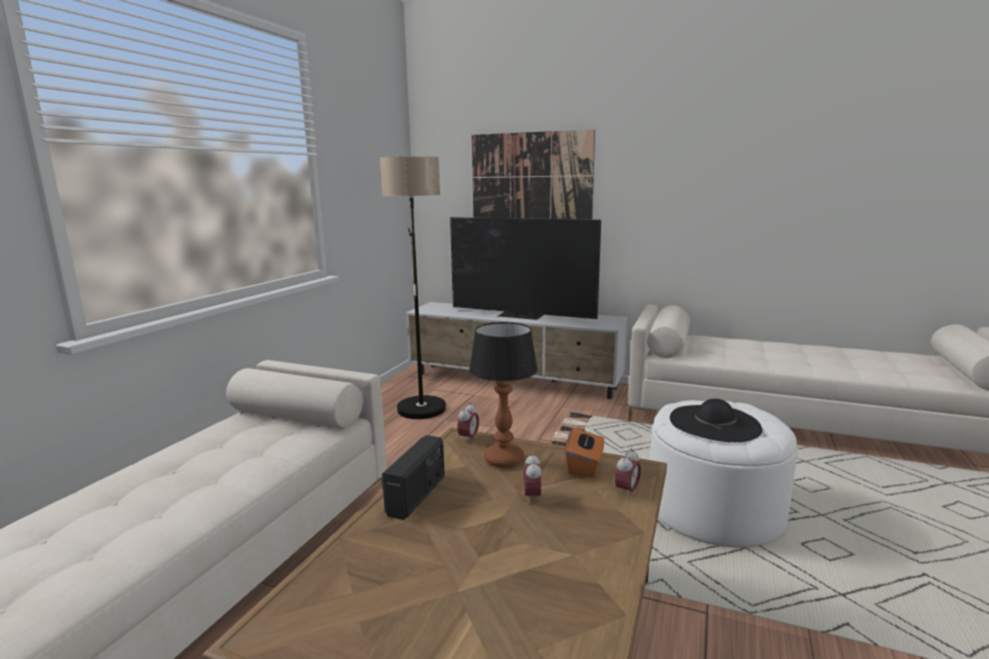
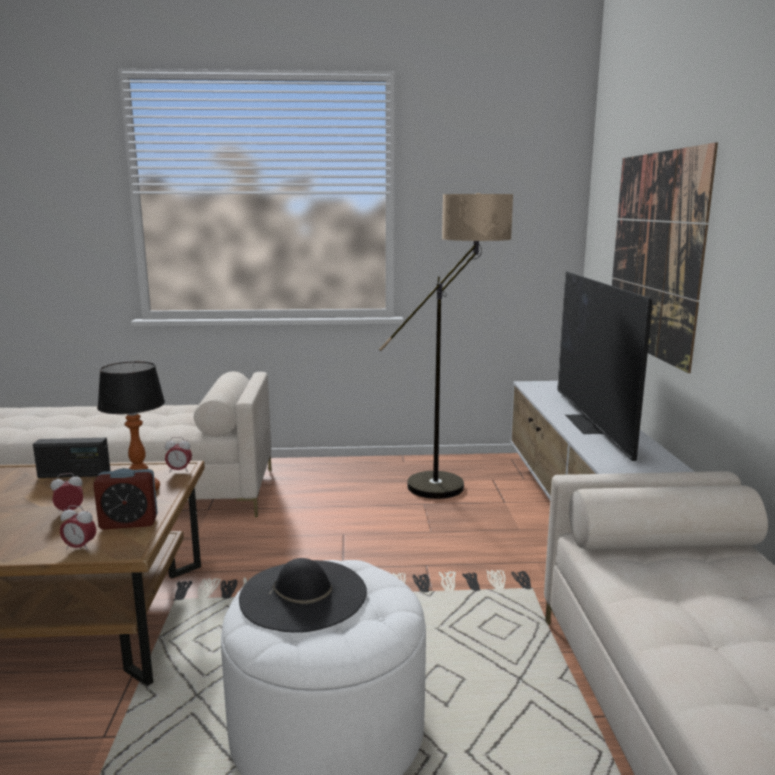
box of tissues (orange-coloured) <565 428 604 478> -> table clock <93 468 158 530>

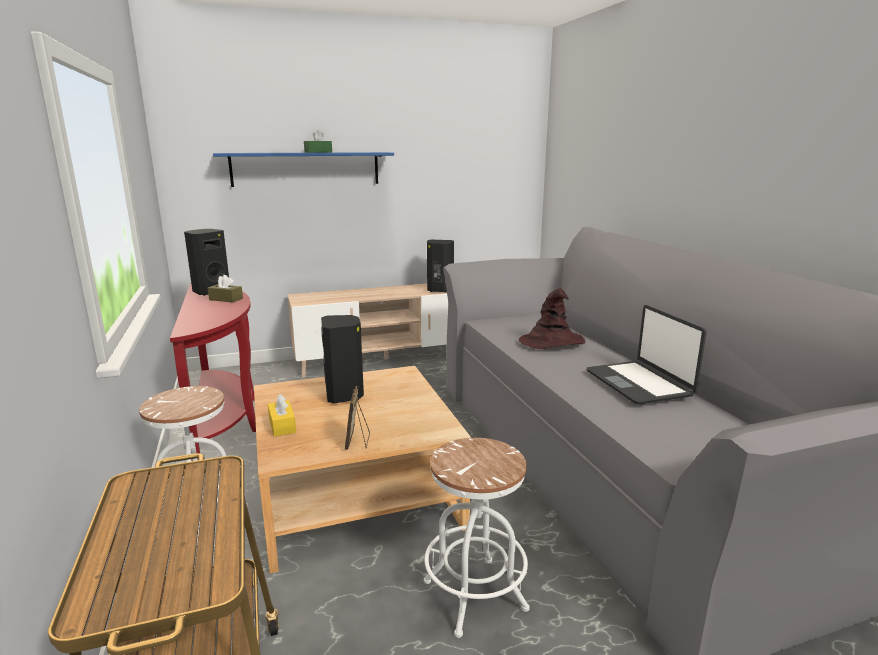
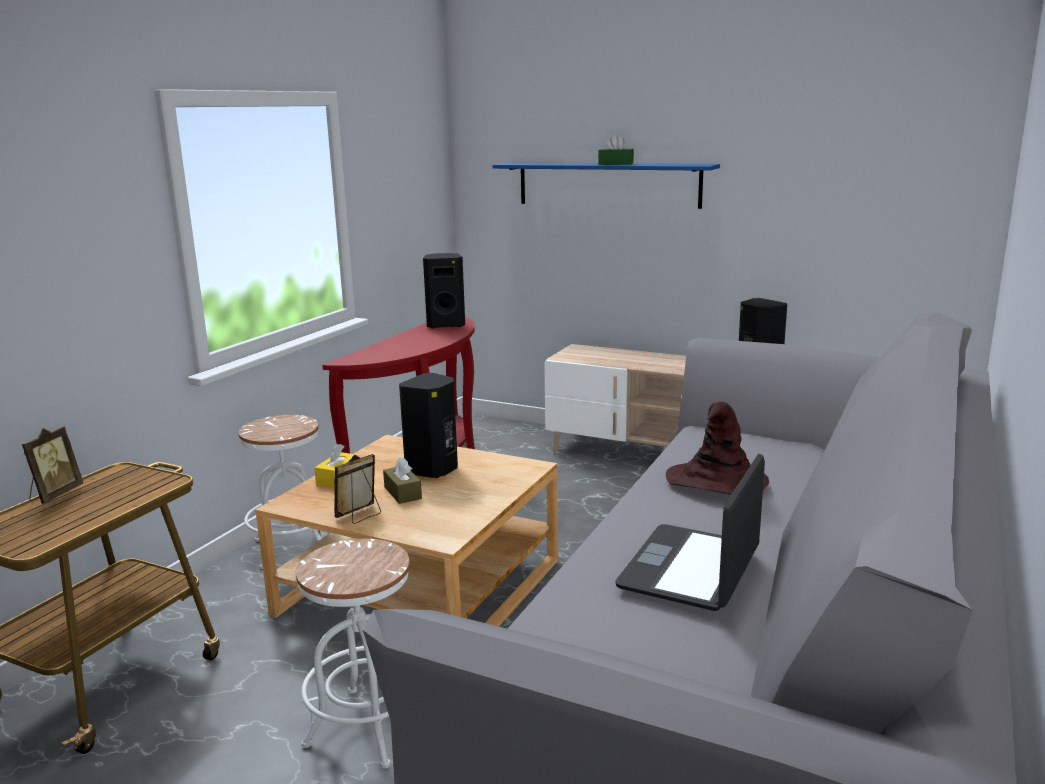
none -> photo frame <22 426 83 504>
box of tissues (brownish) <208 275 243 303> -> box of tissues (brownish) <383 457 422 504>, relocated

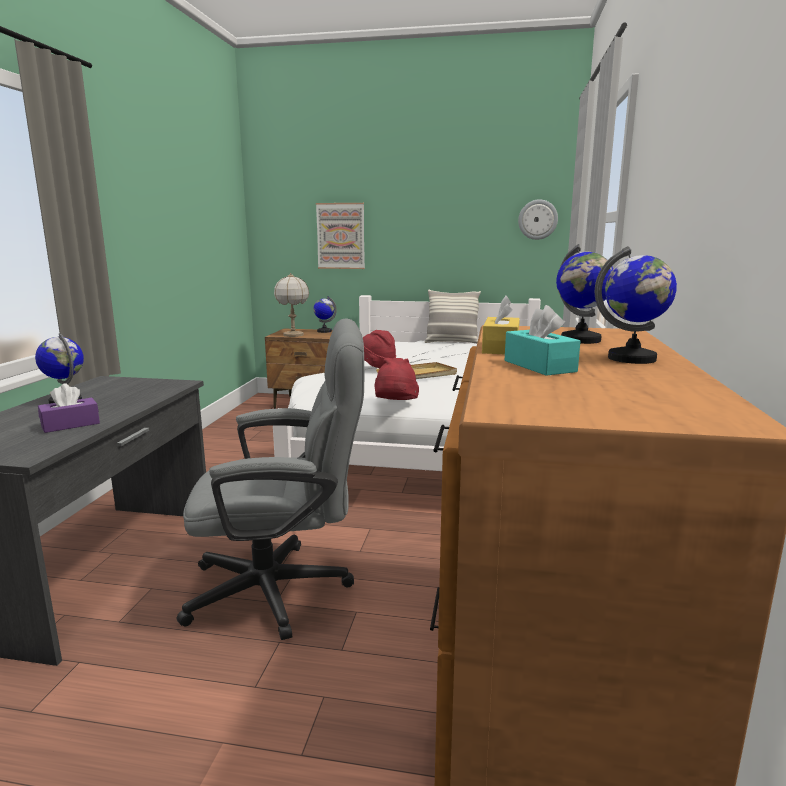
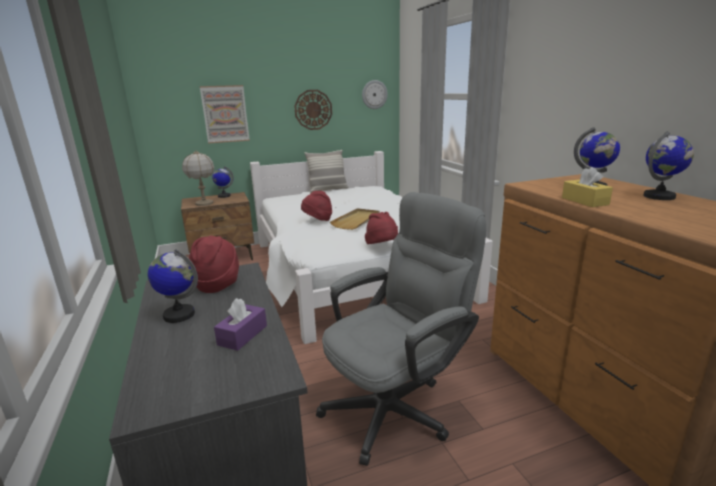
box of tissues (turquoise-coloured) <505 305 580 376> -> none
none -> hat (reddish) <189 236 239 293>
none -> clock on the wall <294 90 332 130>

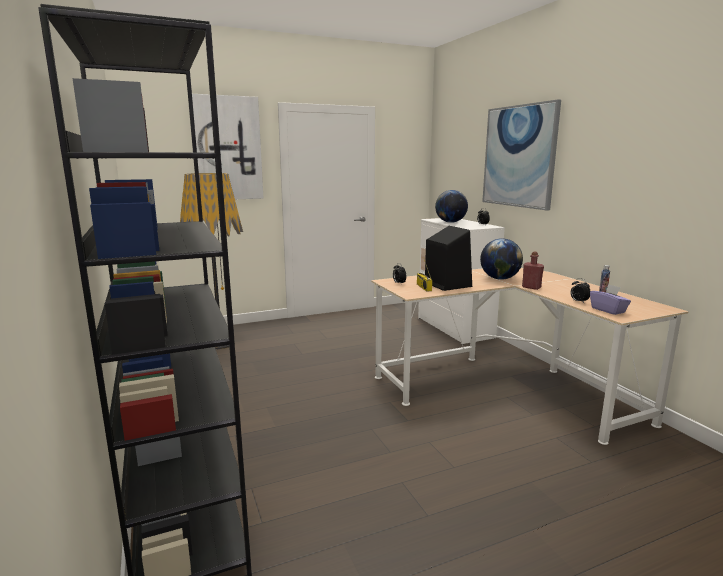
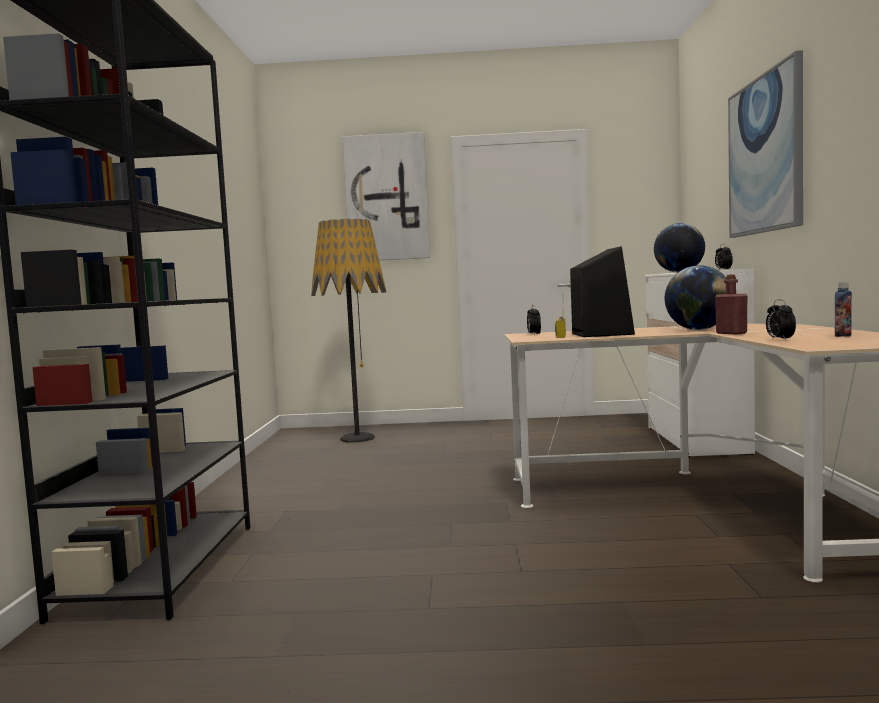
box of tissues (purplish) <590 284 631 315> -> none

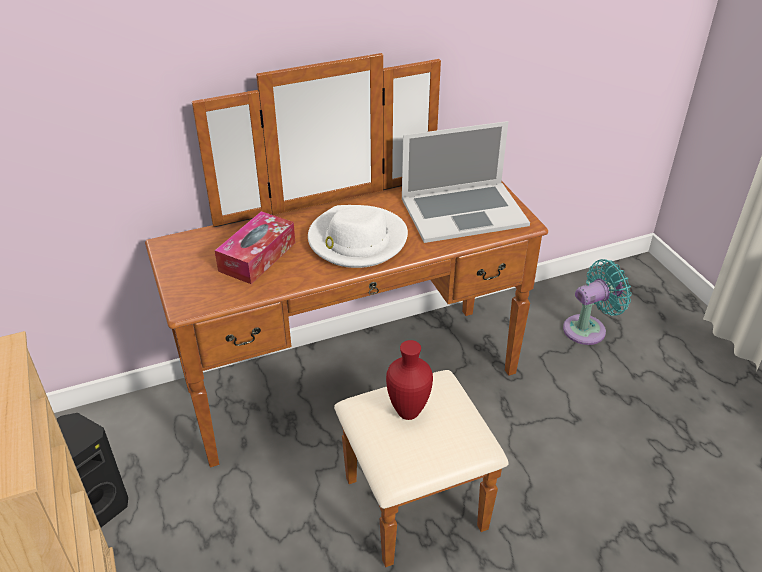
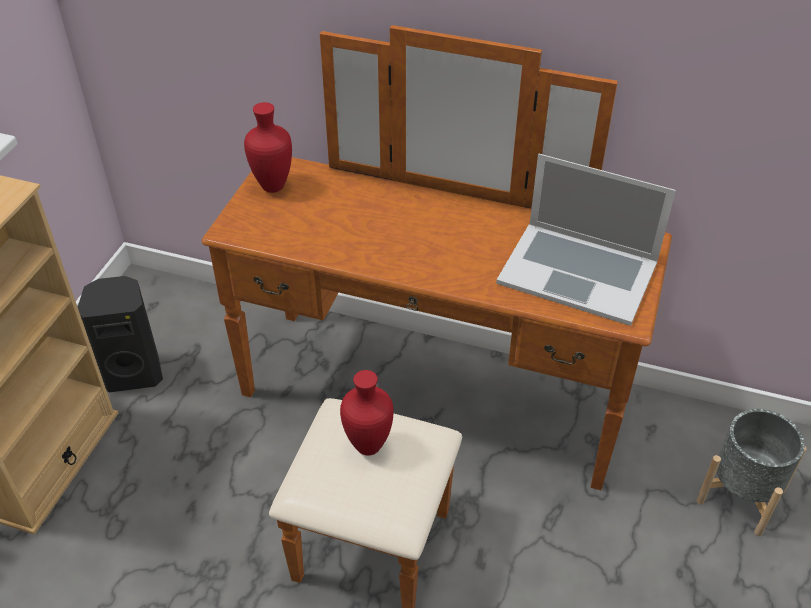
box of tissues <215 211 295 284> -> none
hat (white) <308 205 408 268> -> none
none -> flower vase (reddish) <244 102 292 193>
electric fan (turquoise-coloured) <563 259 632 345> -> planter (gray) <697 409 806 536>

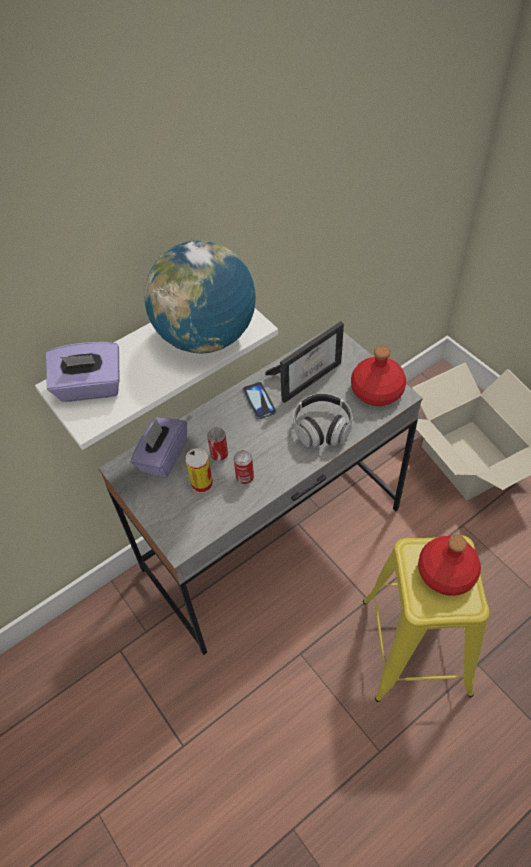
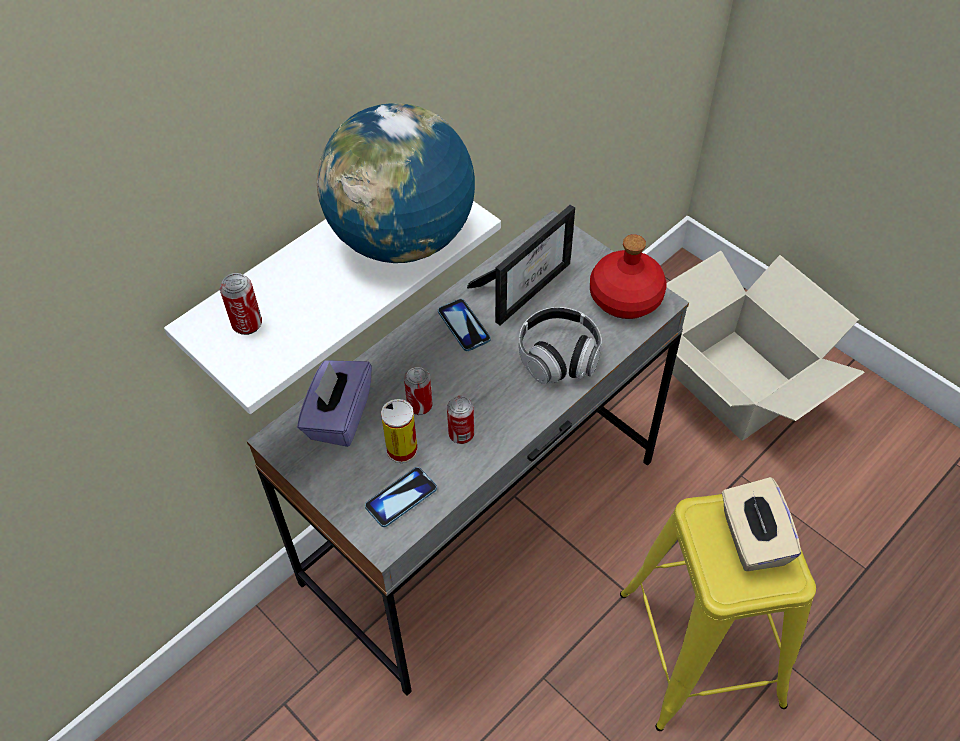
none -> telephone <365 467 437 527>
box of tissues (purplish) <46 342 120 402> -> sealed can <220 273 262 335>
bottle (reddish) <418 535 481 596> -> box of tissues (beige) <722 477 801 571>

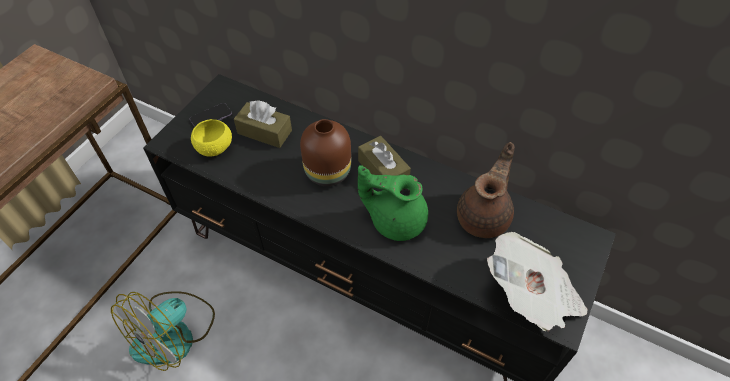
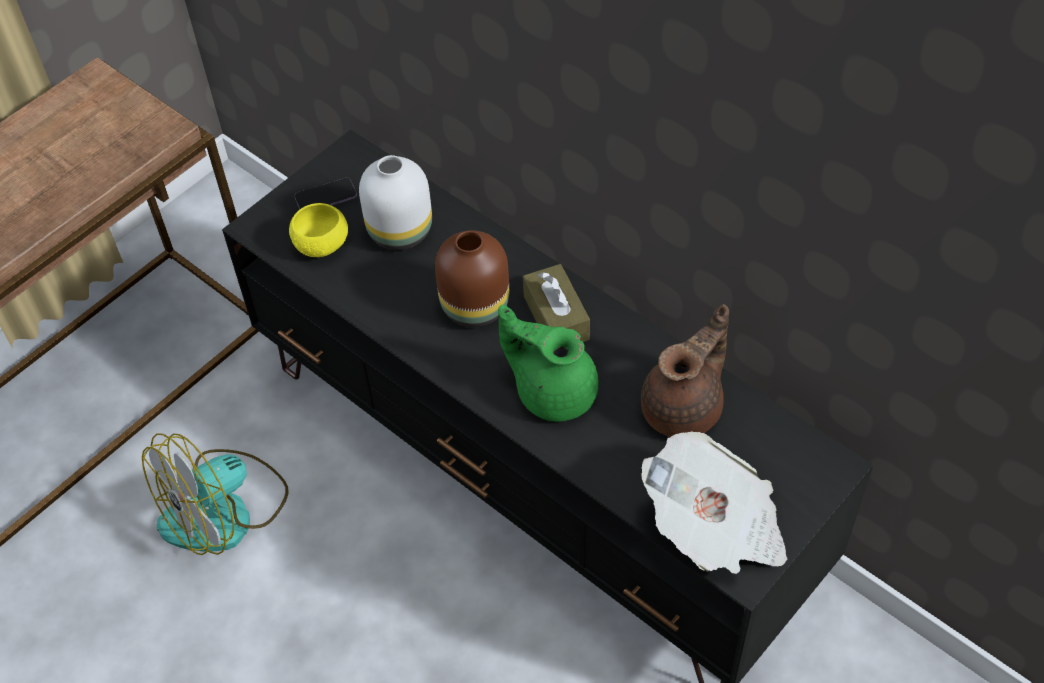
box of tissues (brownish) <234 100 292 148> -> flower vase (white) <359 155 432 250>

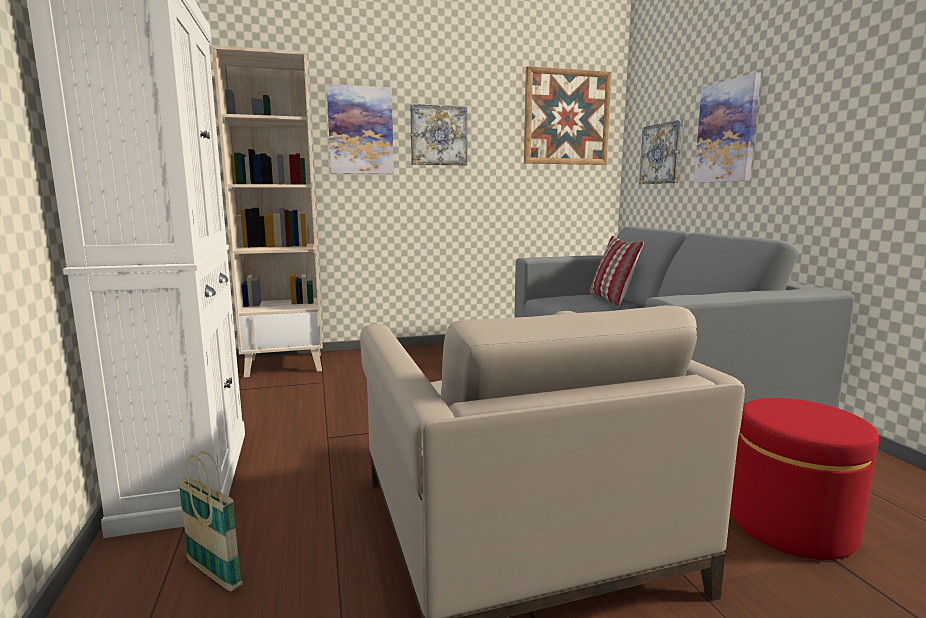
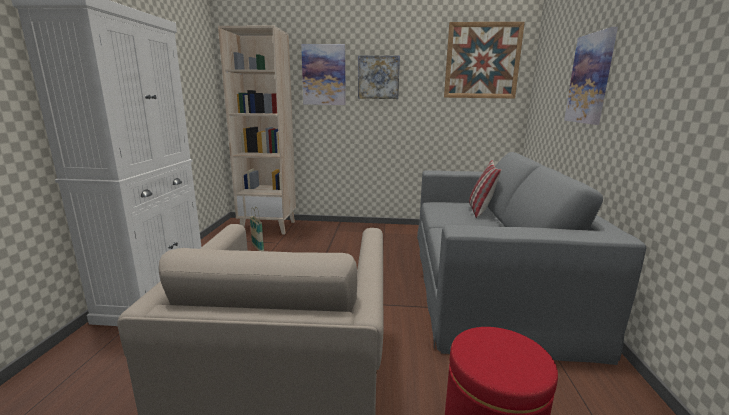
picture <639 120 683 184> -> none
storage basket <178 450 242 591> -> storage basket <250 207 264 251>, relocated

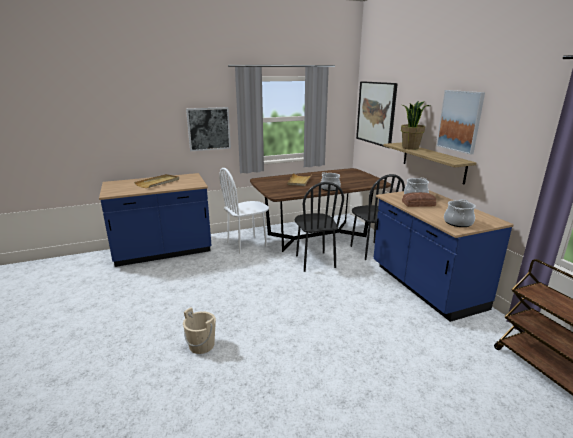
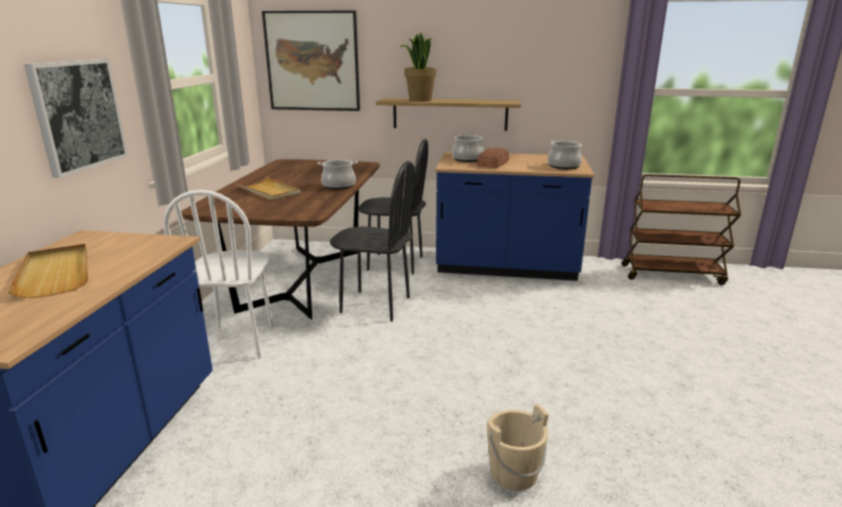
picture <436 90 485 155> -> none

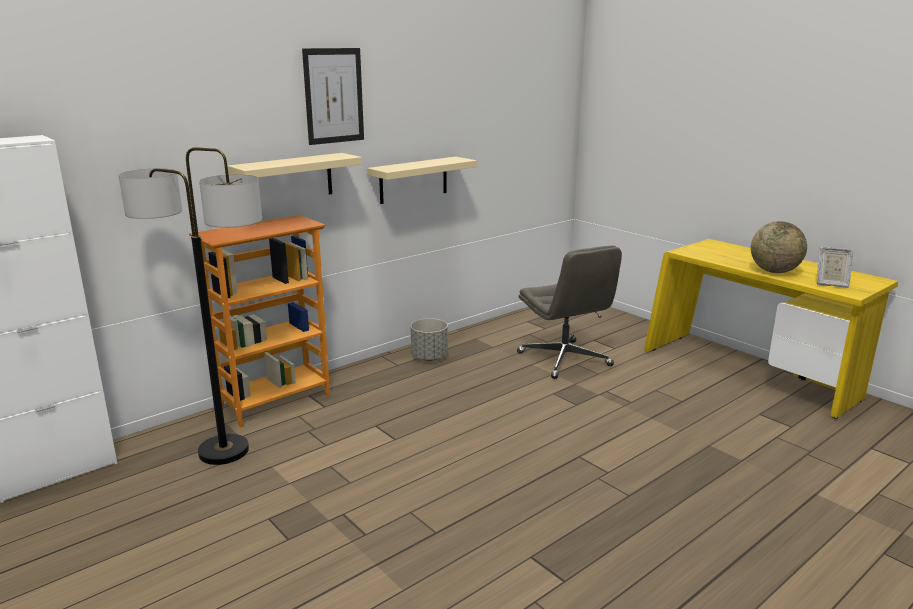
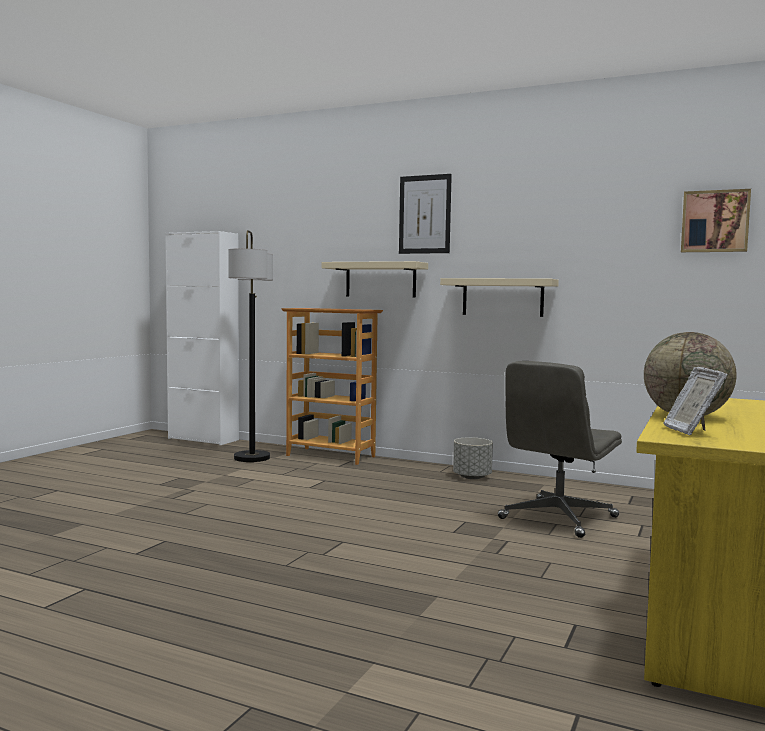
none -> picture <681 189 751 252>

